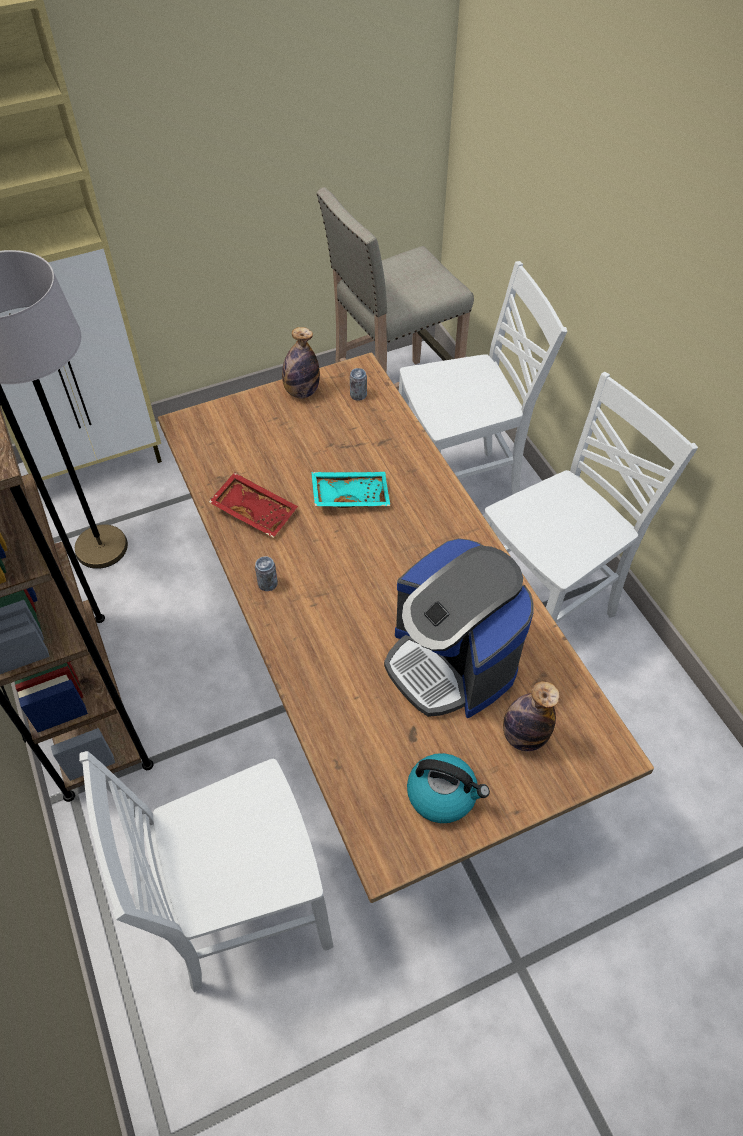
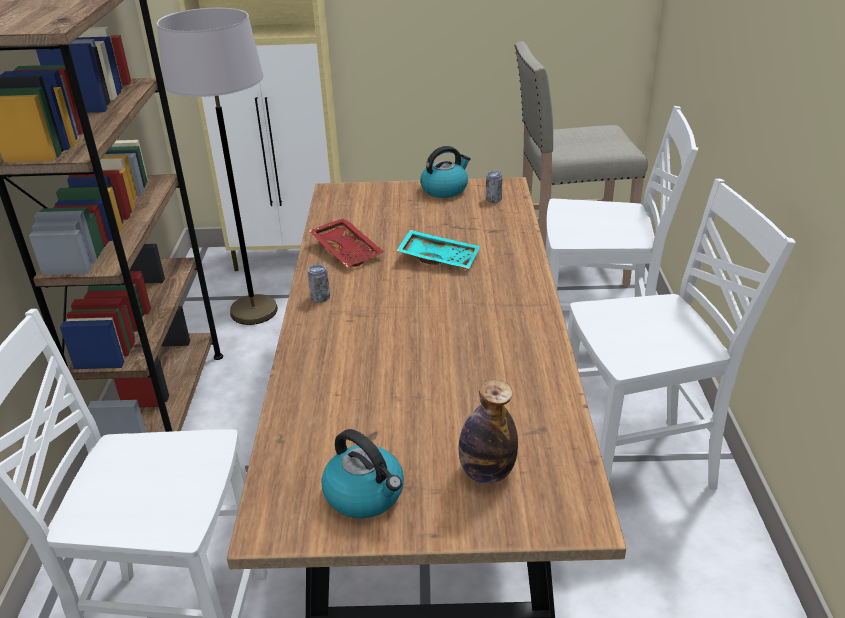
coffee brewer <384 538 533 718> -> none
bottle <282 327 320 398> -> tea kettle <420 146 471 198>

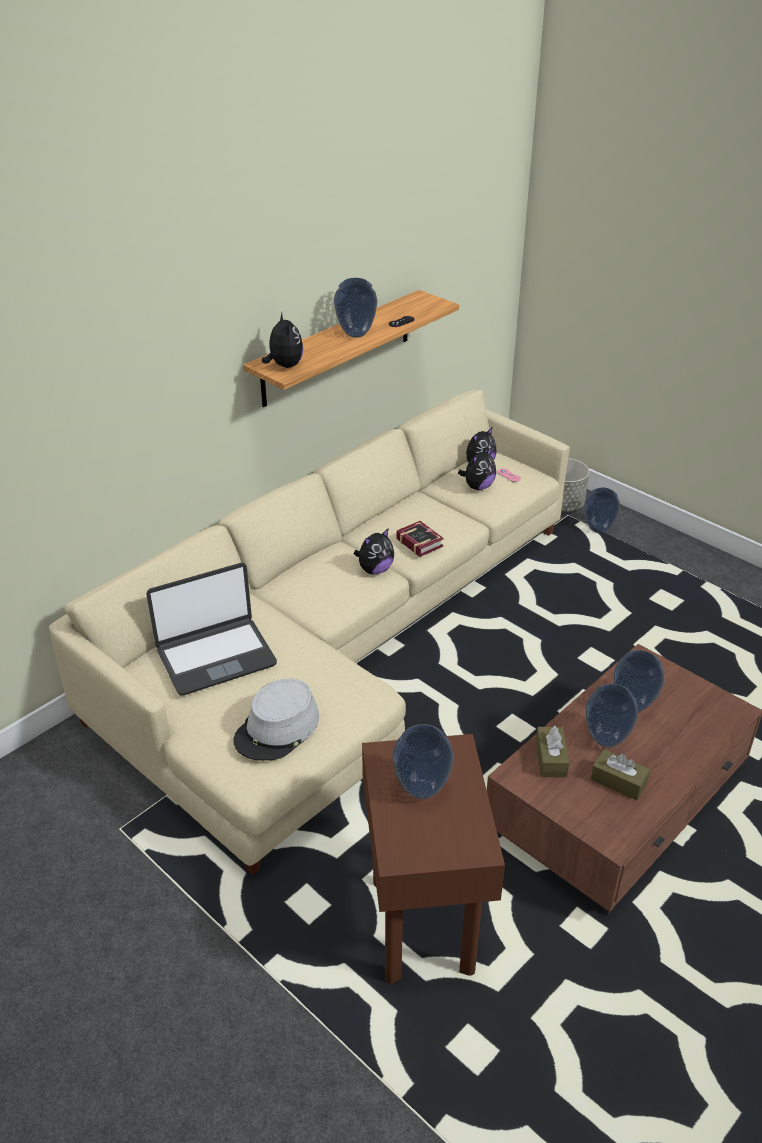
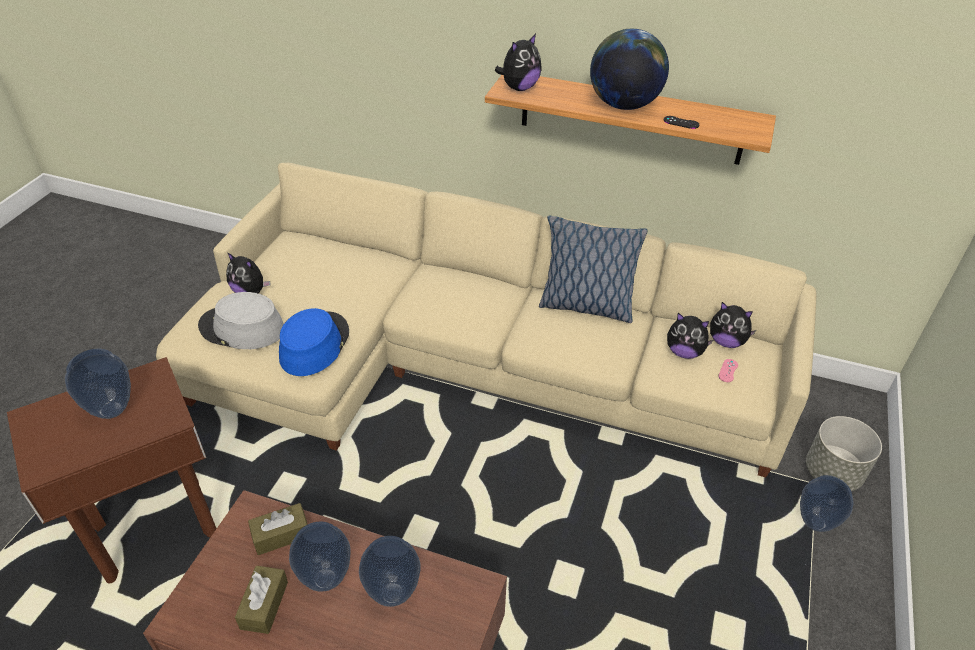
laptop <146 563 277 696> -> none
volume <396 521 444 557> -> none
none -> hat (blue) <279 308 349 376>
none -> pillow <539 216 648 323>
soft toy <354 528 394 574> -> soft toy <226 252 270 293>, relocated
flower vase <334 278 377 337> -> world globe <590 29 669 110>

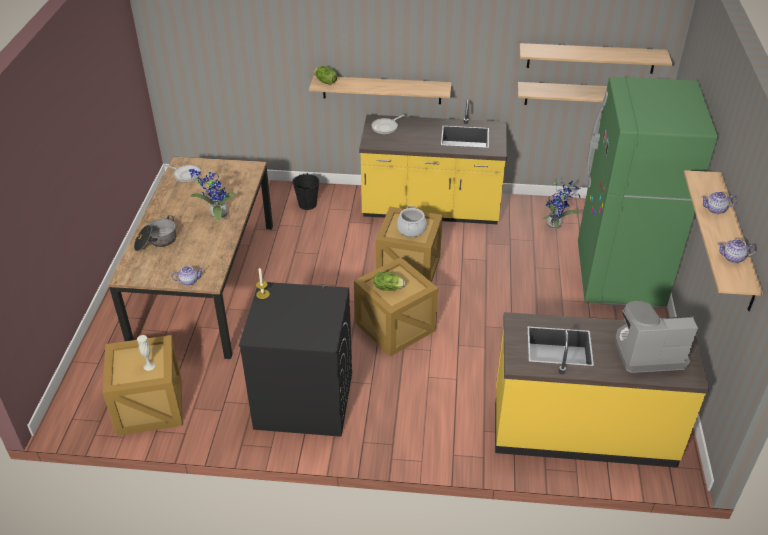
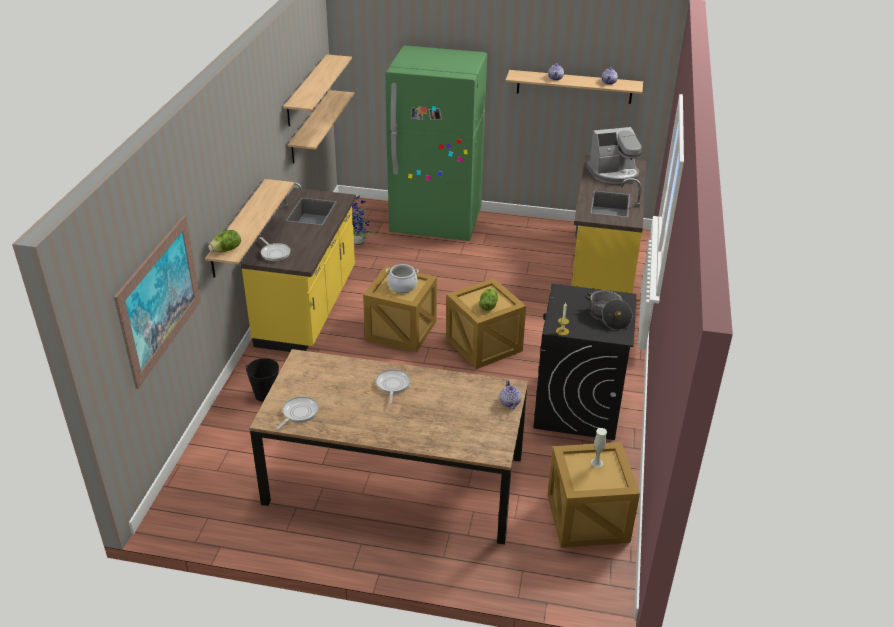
none -> picture <114 215 201 389>
saucepot <134 215 176 251> -> saucepot <585 290 632 330>, relocated
plant in a pot <189 169 235 220> -> skillet <376 369 410 404>
coffee brewer <615 301 698 373> -> coffee brewer <586 127 642 184>, 105 degrees counterclockwise

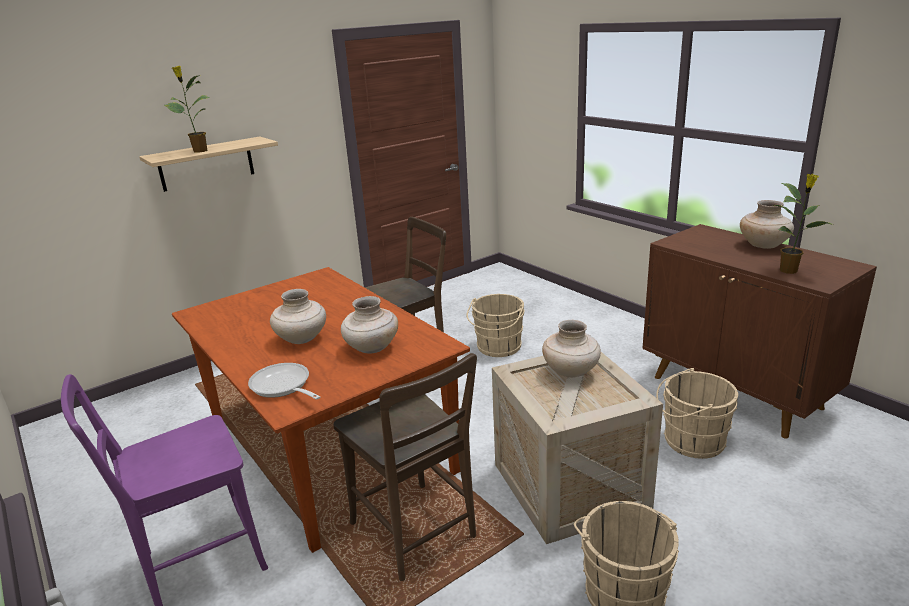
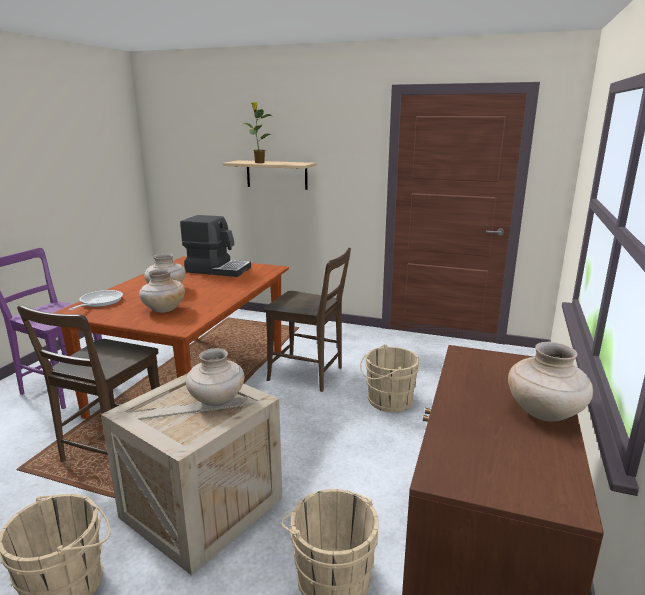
plant in a pot <774 174 833 274> -> none
none -> coffee brewer <180 215 251 277>

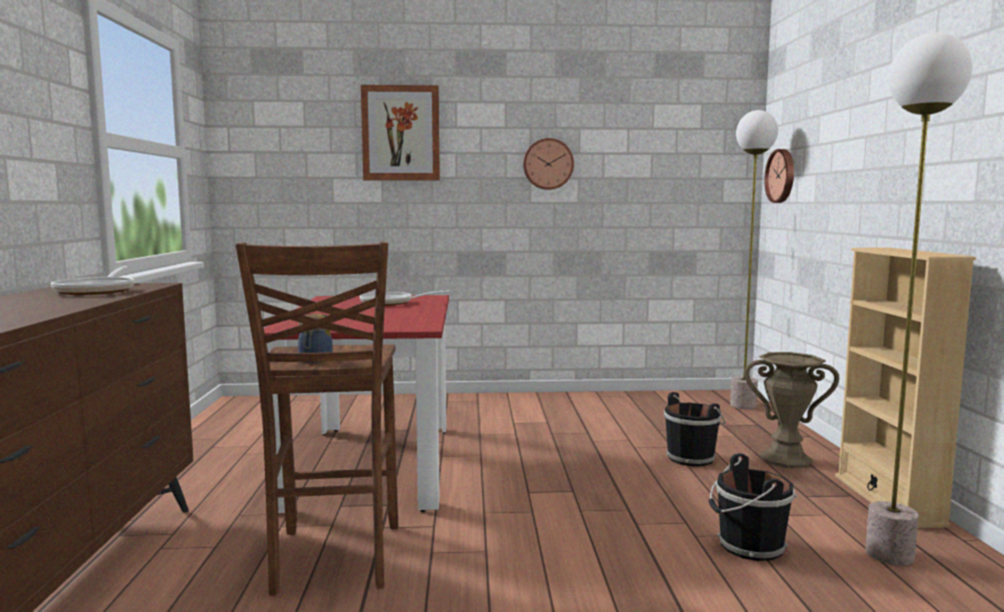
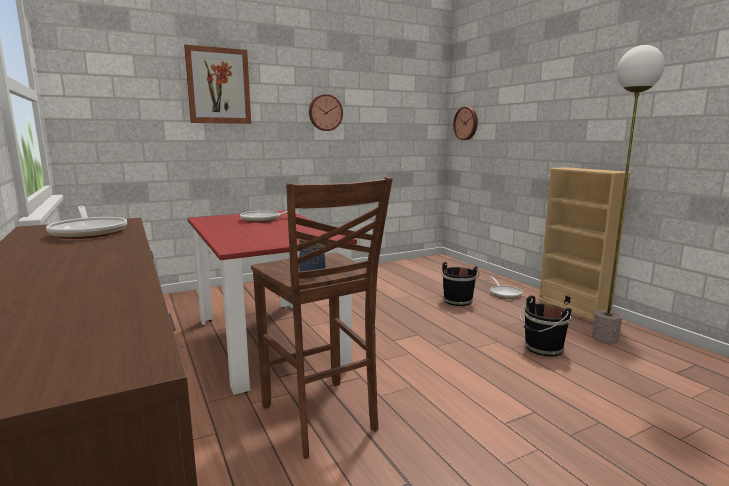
floor lamp <730 110 778 409> -> none
flower vase (brownish) <744 352 839 468> -> skillet <490 276 522 299>

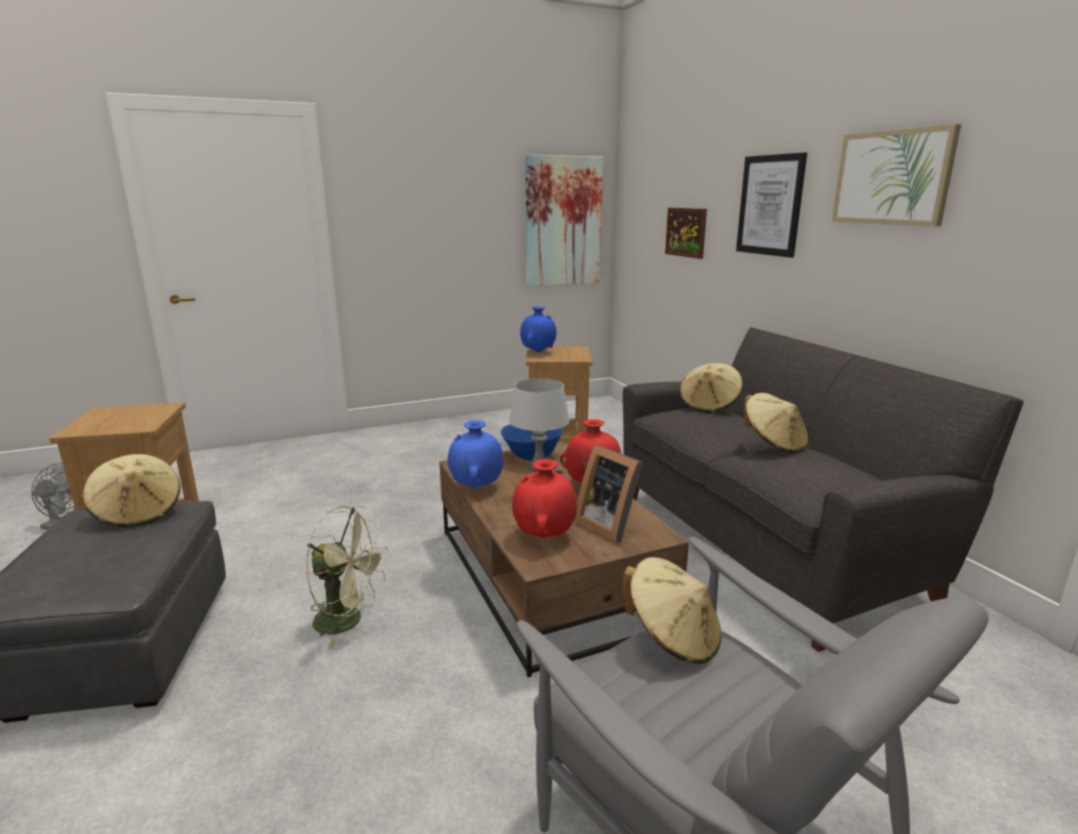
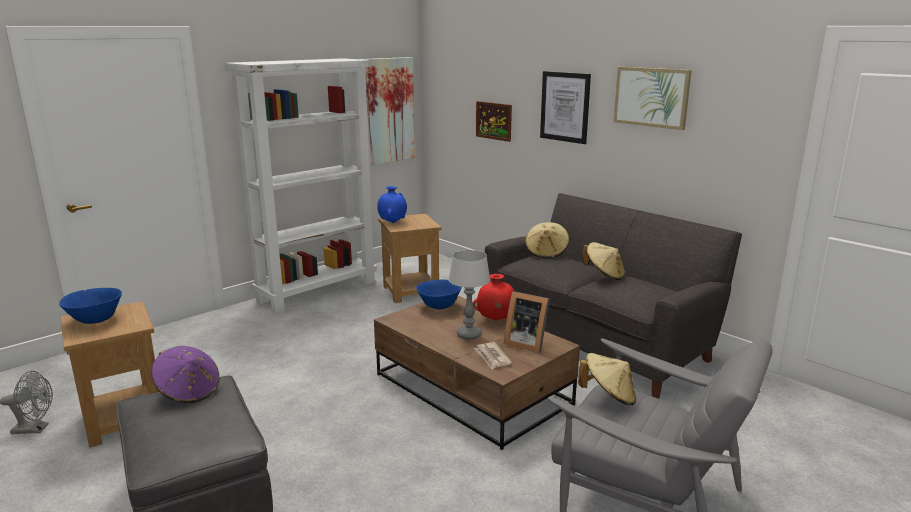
electric fan (green-coloured) <306 506 388 649> -> none
flower vase (blue) <448 420 504 489> -> none
none -> bowl (blue) <59 288 122 324>
none -> bookshelf (white) <225 58 377 313>
flower vase (reddish) <512 459 577 538> -> printed paper <474 342 512 369>
hat (beige) <82 454 180 527> -> hat (purplish) <151 346 219 403>

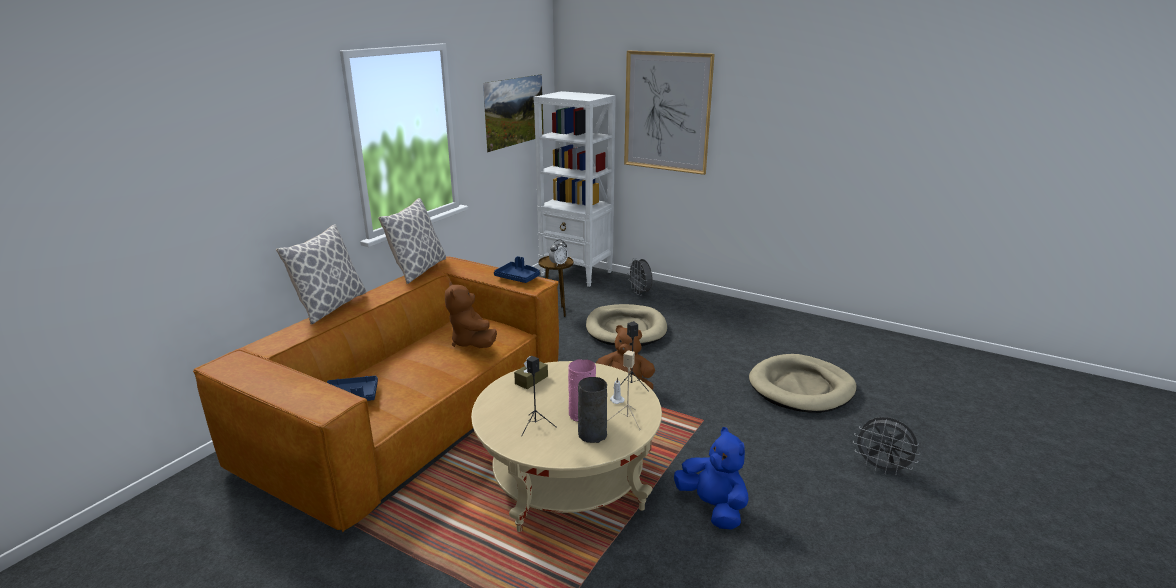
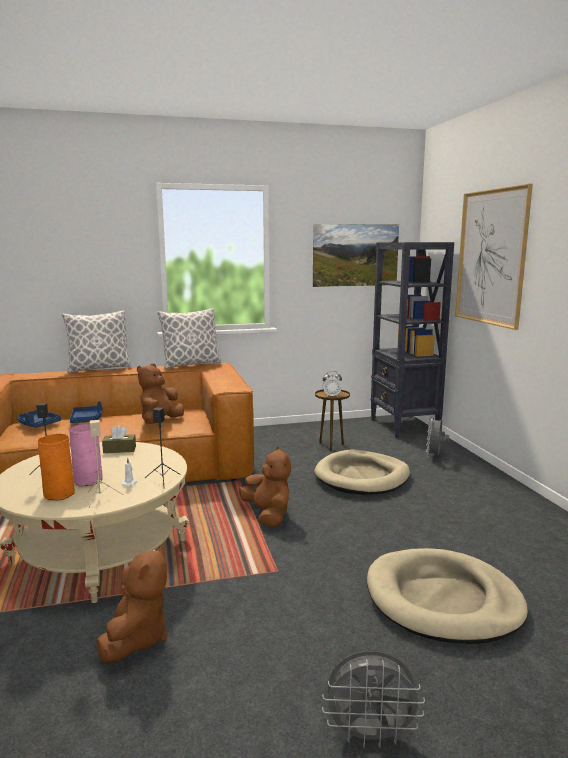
carrying tray (blue) <494 256 540 283> -> carrying tray (blue) <70 401 103 423>, relocated
bookshelf (white) <534 91 616 287> -> bookshelf (black) <370 242 454 438>
flower vase (gray) <578 377 607 443> -> flower vase (orange-coloured) <38 434 75 501>
soft toy (blue) <674 427 749 530> -> soft toy (brownish) <97 545 167 664>
electric fan (gray) <853 417 920 475> -> electric fan (gray) <322 651 425 748>, 75 degrees counterclockwise

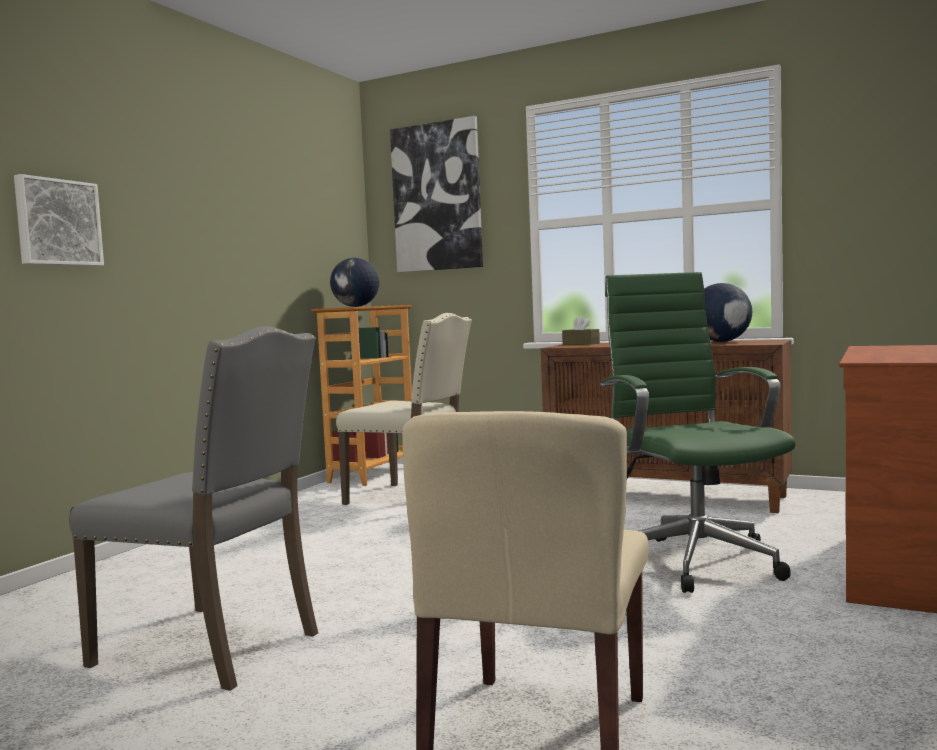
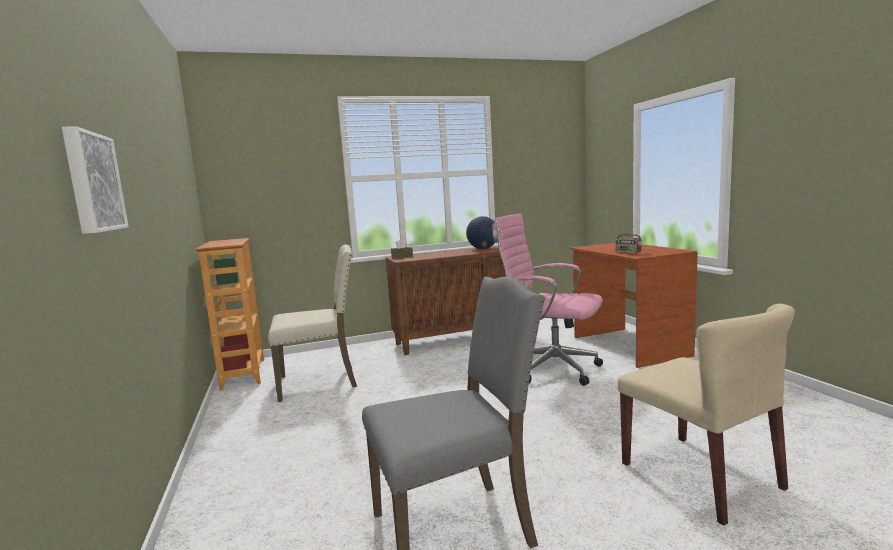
world globe <330 258 379 307> -> none
picture <390 116 483 272> -> none
none -> radio receiver <616 226 642 254>
computer chair (green-coloured) <600 272 796 593> -> computer chair (pink-coloured) <494 213 603 386>

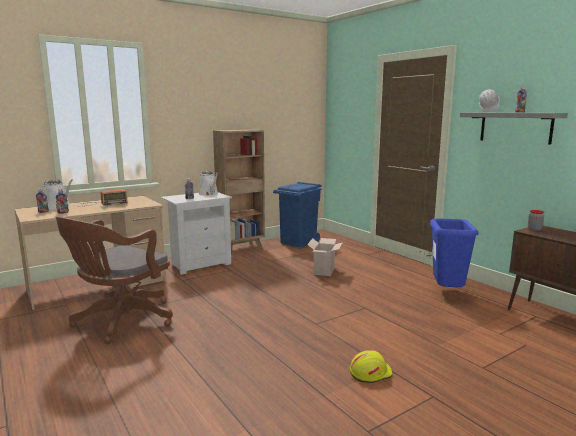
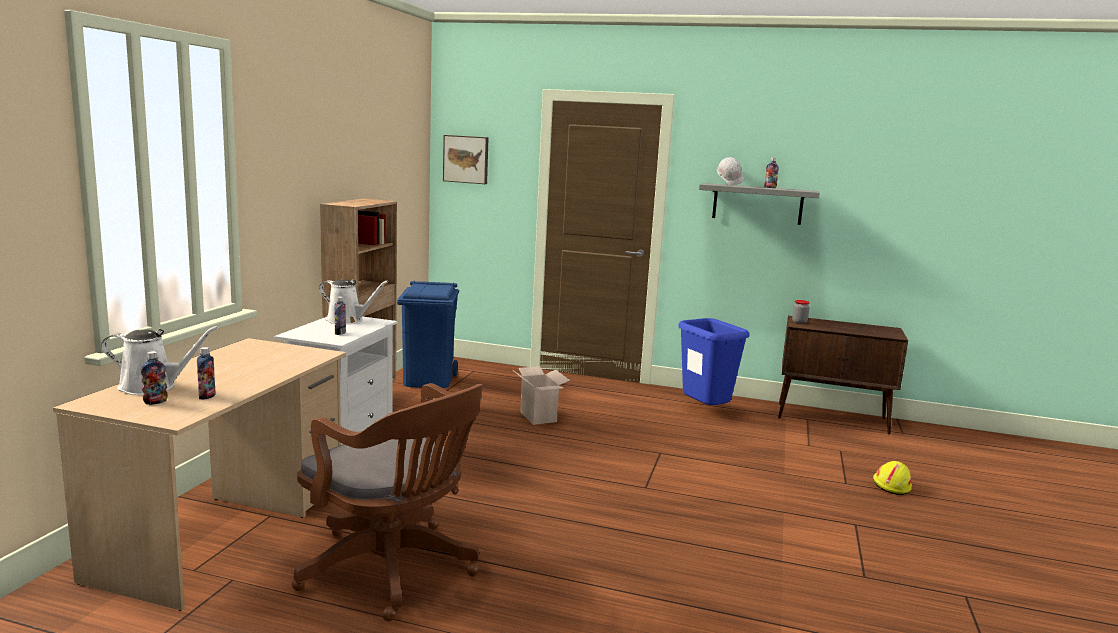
radio receiver <76 189 128 207> -> none
none -> picture <443 135 489 184>
hard hat (yellow) <350 350 393 383> -> hard hat (yellow) <873 461 912 495>, relocated
computer chair (brownish) <56 216 173 344> -> computer chair (brownish) <292 383 483 621>, 45 degrees counterclockwise

